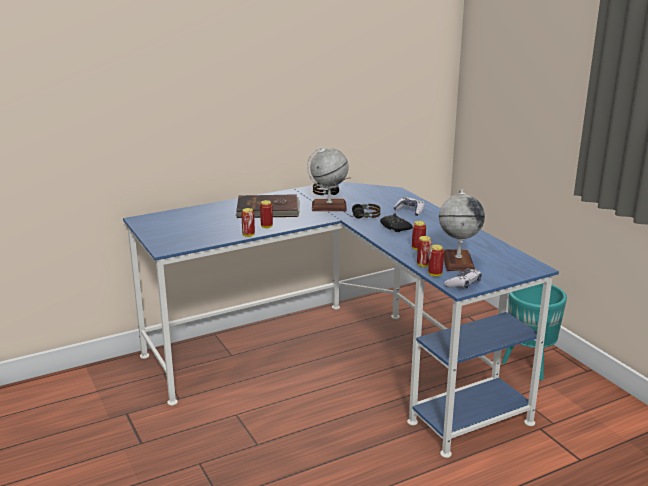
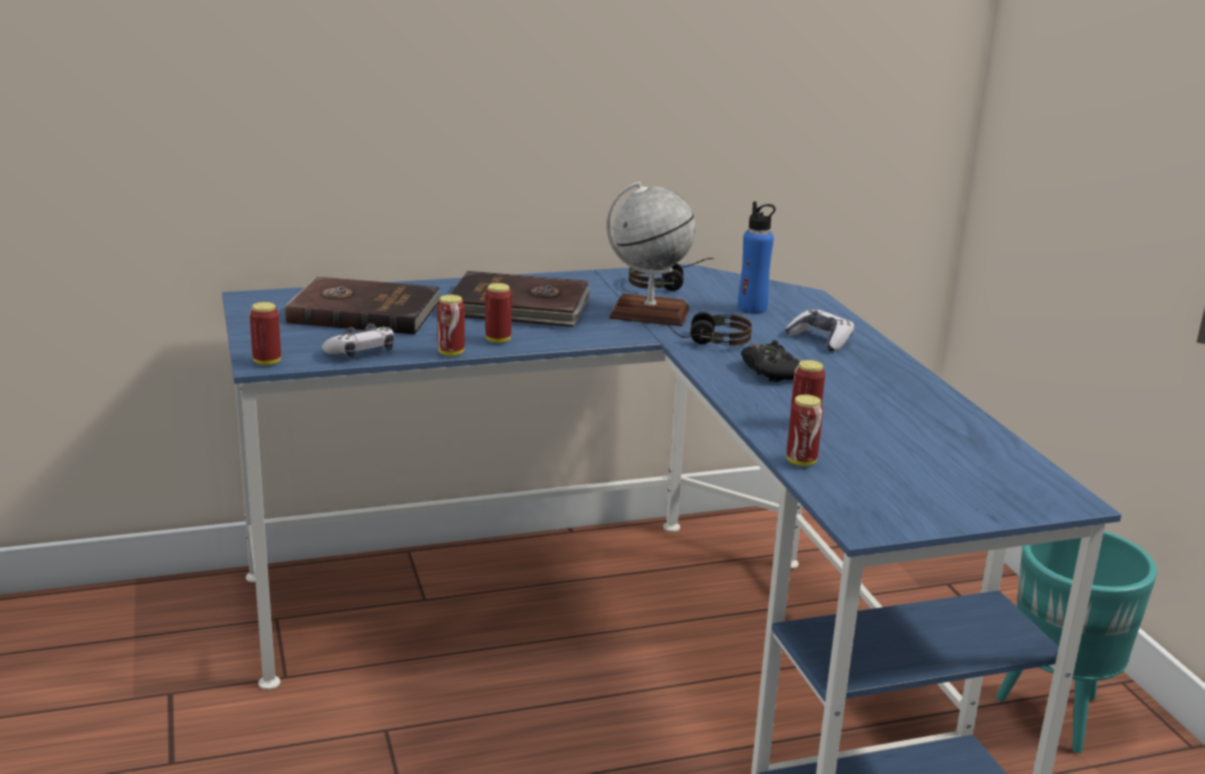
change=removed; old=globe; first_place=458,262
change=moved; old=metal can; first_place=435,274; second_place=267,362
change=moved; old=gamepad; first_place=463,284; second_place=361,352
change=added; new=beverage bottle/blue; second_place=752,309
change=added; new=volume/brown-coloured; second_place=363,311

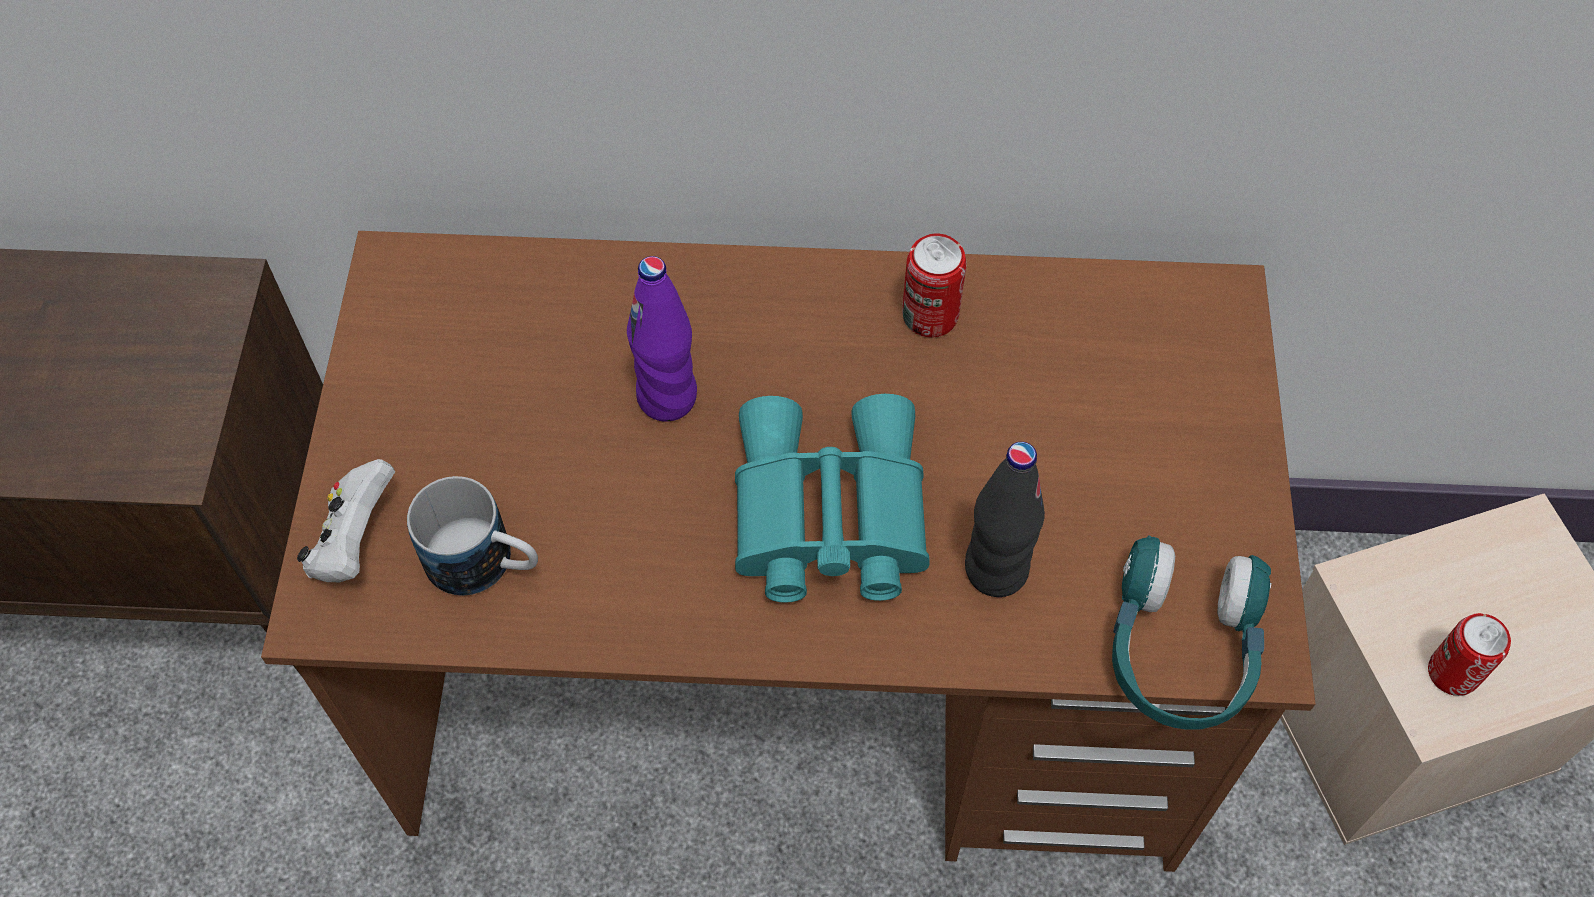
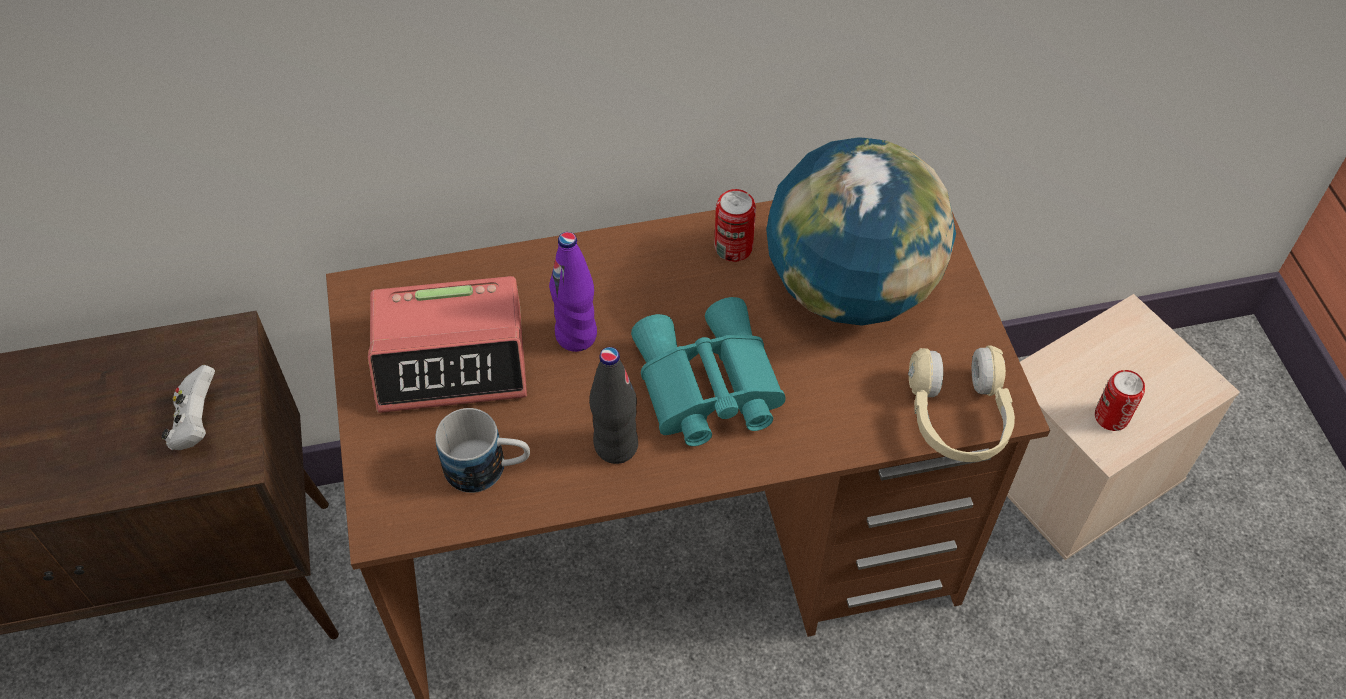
change=moved; old=beverage bottle/black; first_place=995,570; second_place=616,446
change=moved; old=gamepad/white; first_place=354,542; second_place=196,424
change=recoloured; old=headphones/blue-green; new=headphones/sand-coloured; first_place=1180,650; second_place=957,417
change=added; new=globe; second_place=850,288
change=added; new=alarm clock; second_place=452,357

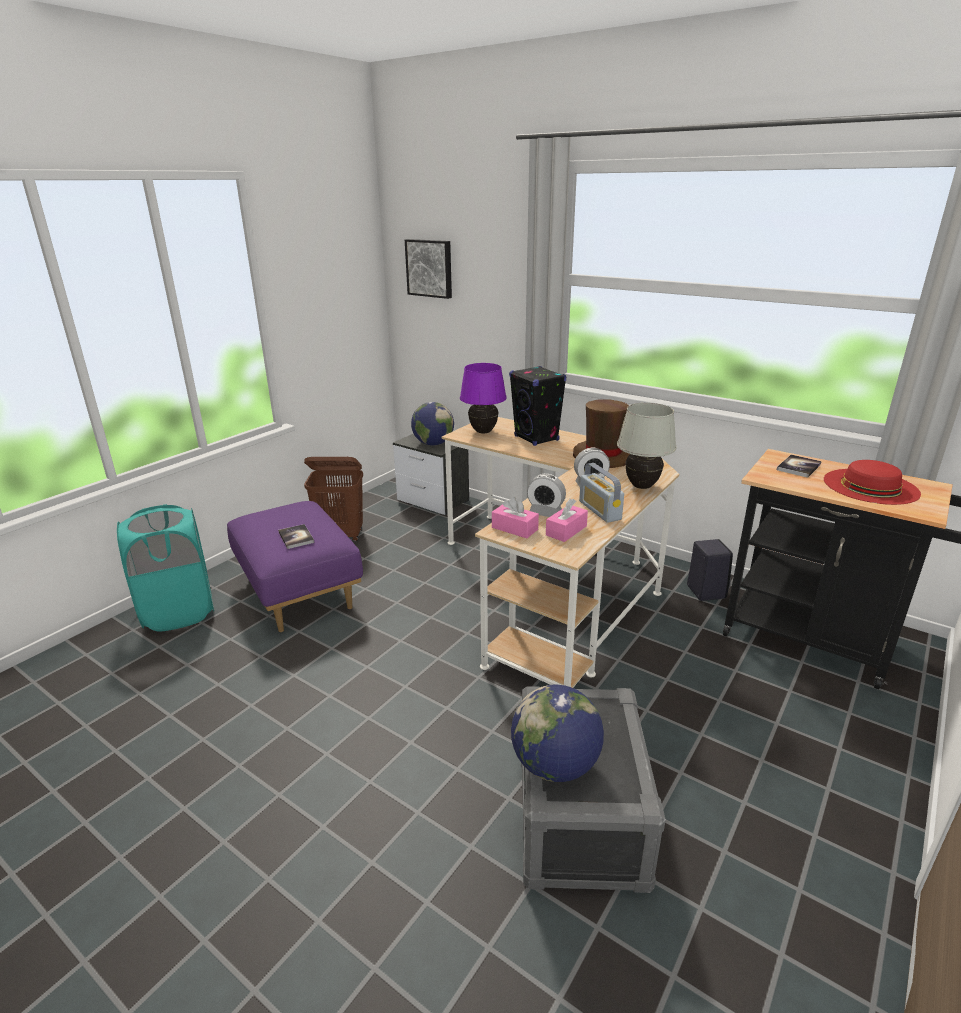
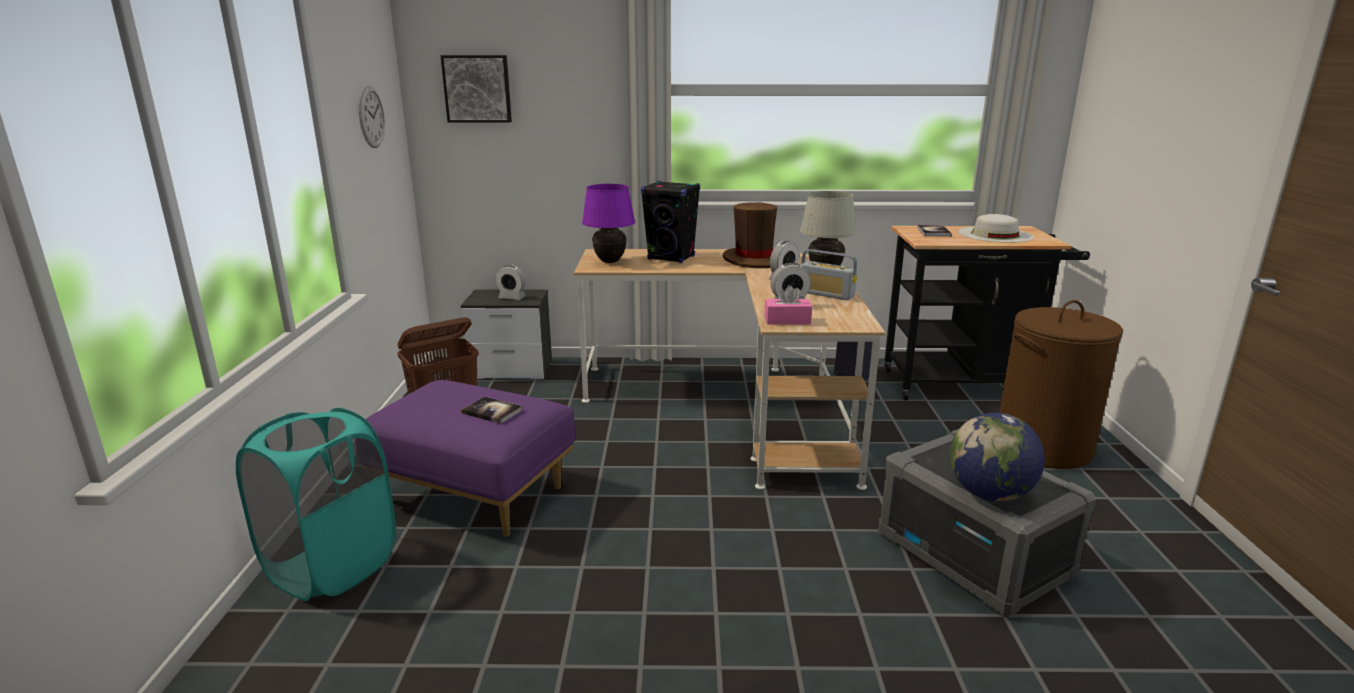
change=replaced; old=globe; new=alarm clock; first_place=433,444; second_place=512,298
change=recoloured; old=wearable hat/red-coloured; new=wearable hat/white; first_place=870,486; second_place=995,234
change=removed; old=tissue holder/pink; first_place=566,531
change=added; new=wall clock; second_place=371,117
change=added; new=laundry basket/brown-coloured; second_place=1043,447

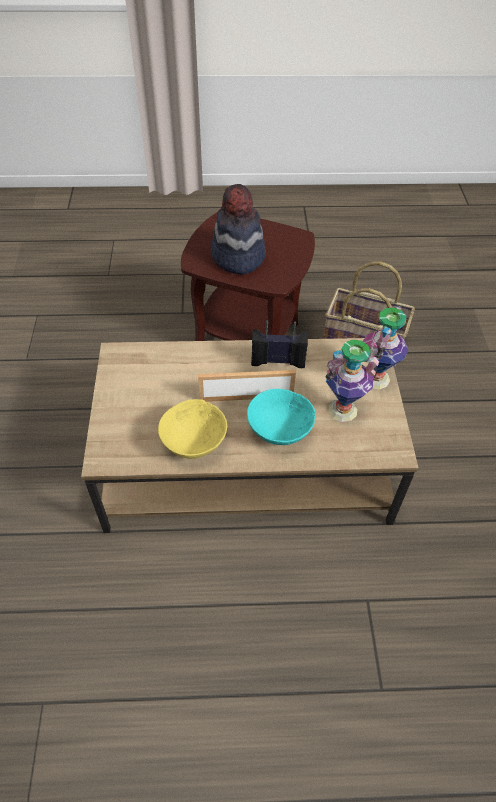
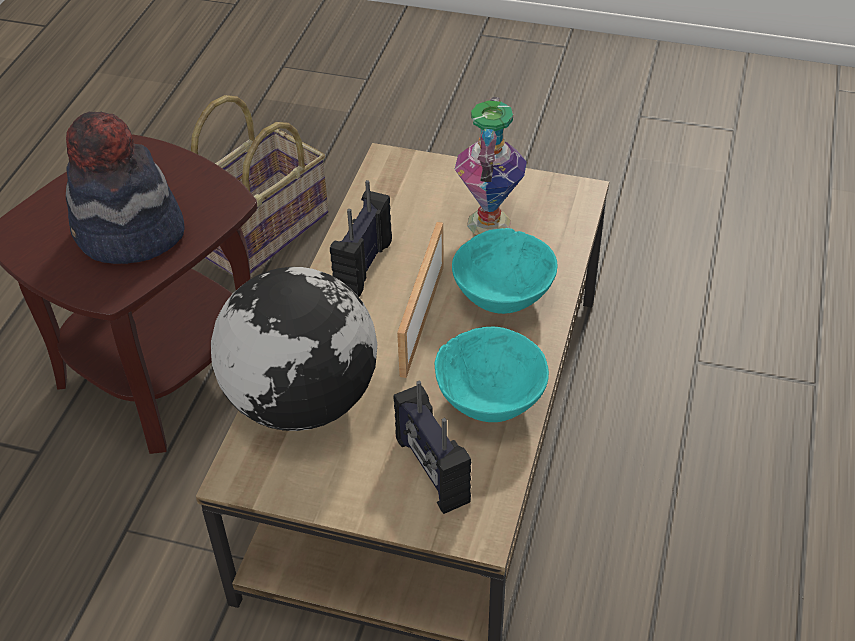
change=removed; old=decorative vase; first_place=376,379
change=recoloured; old=bowl/yellow-coloured; new=bowl/blue-green; first_place=194,444; second_place=492,401
change=added; new=globe; second_place=301,399
change=added; new=radio; second_place=431,470

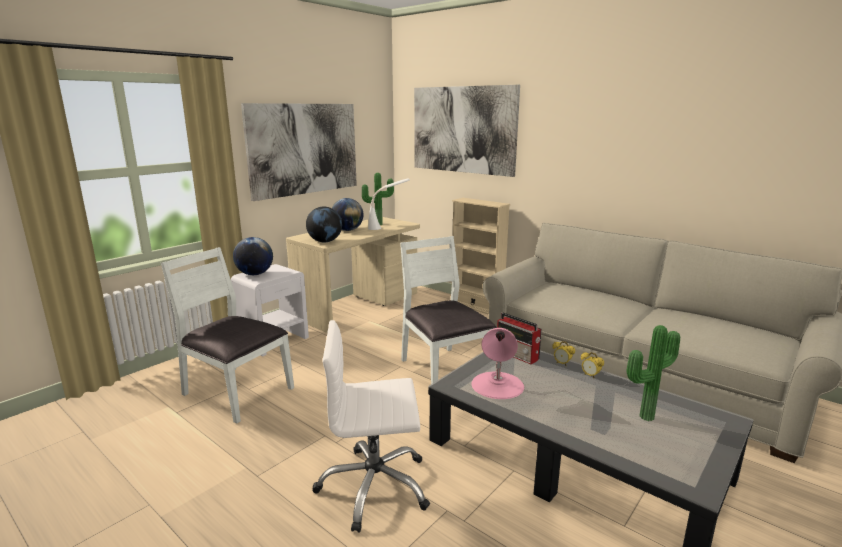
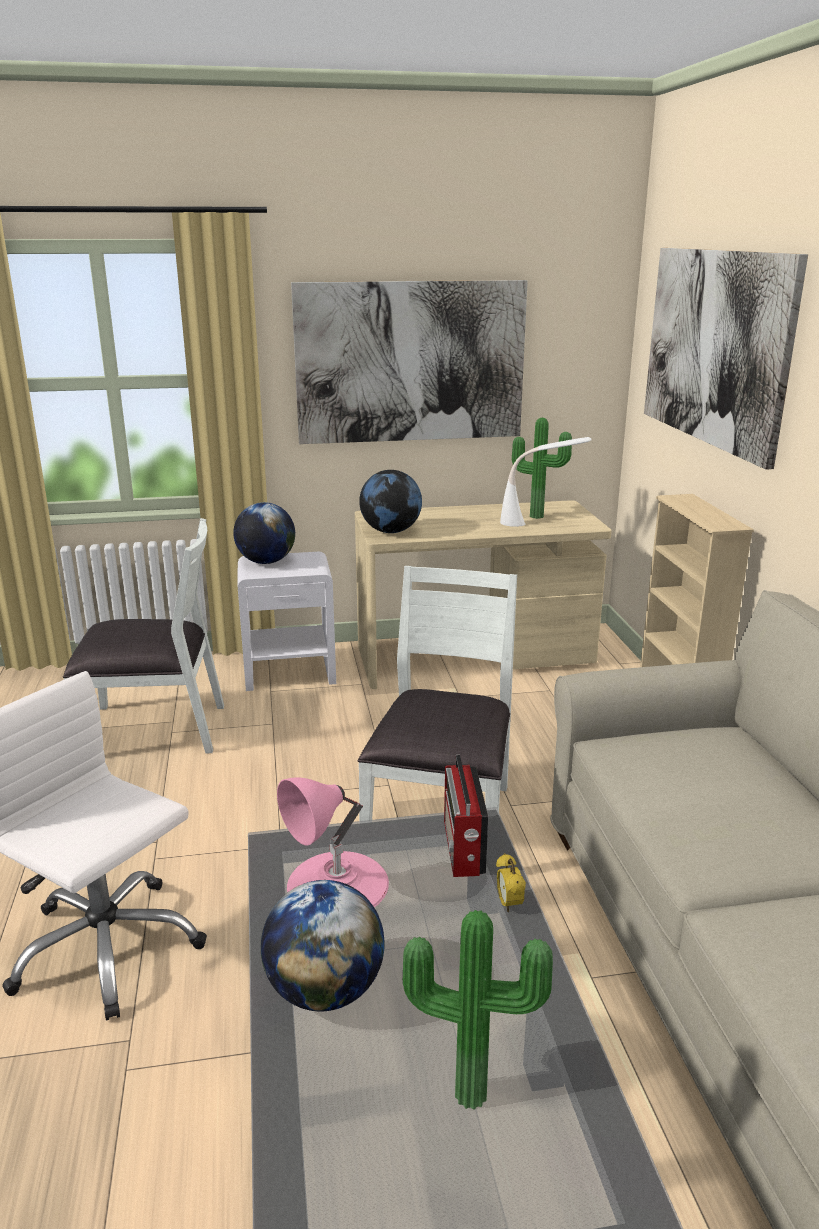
change=moved; old=globe; first_place=347,230; second_place=325,990
change=turned; old=plain chair/white; first_place=236,392; second_place=154,730; degrees=105
change=removed; old=alarm clock; first_place=590,376

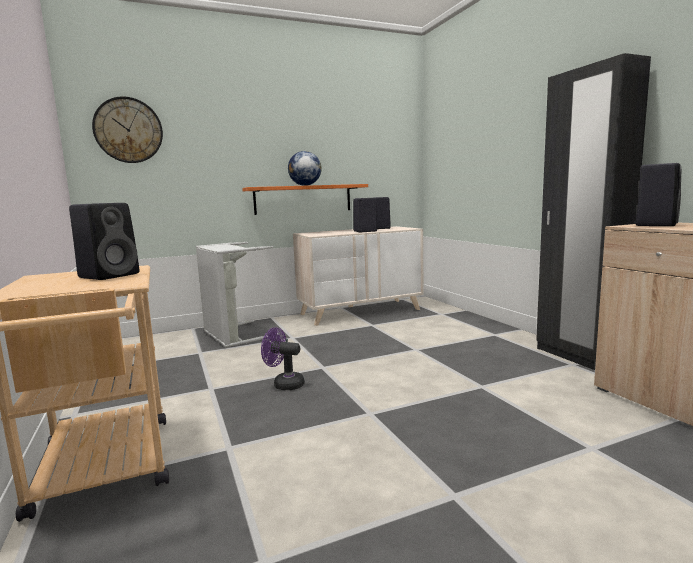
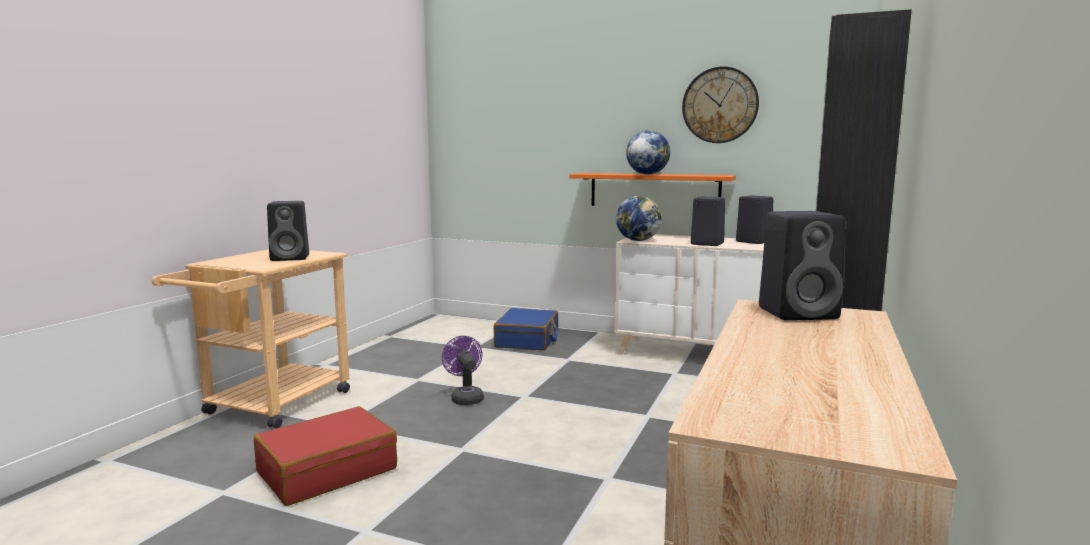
change=moved; old=wall clock; first_place=128,130; second_place=720,105
change=replaced; old=laundry basket/gray; new=piece of luggage/blue; first_place=232,336; second_place=527,340
change=added; new=globe; second_place=638,240
change=added; new=piece of luggage/red-coloured; second_place=327,470

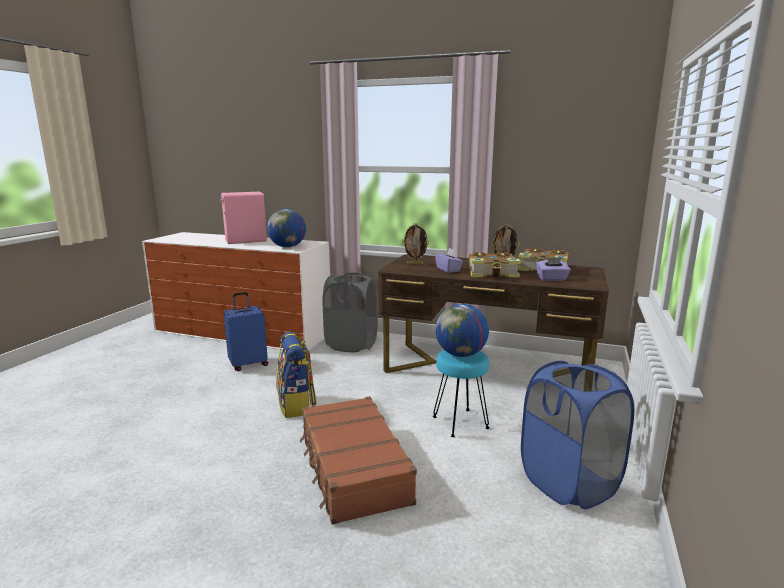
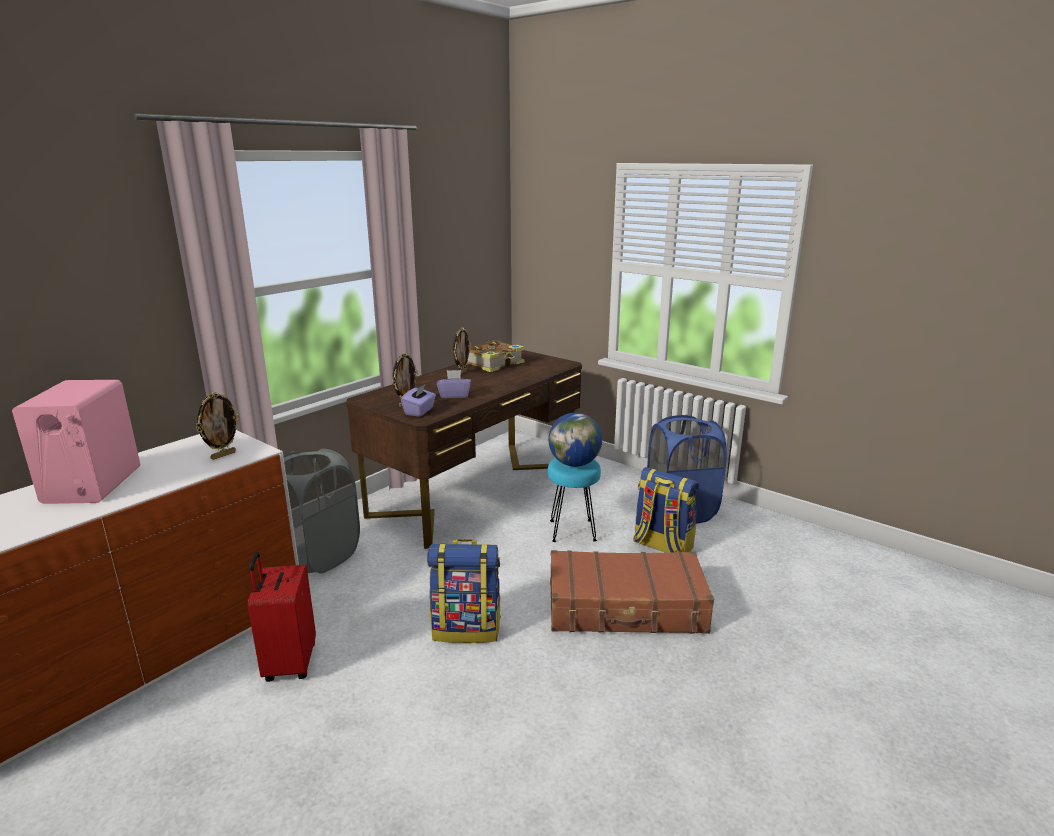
change=replaced; old=globe; new=standing frame; first_place=287,247; second_place=223,455
change=removed; old=volume; first_place=493,273
change=moved; old=tissue holder/purplish; first_place=552,279; second_place=419,411
change=recoloured; old=piece of luggage/blue; new=piece of luggage/red-coloured; first_place=248,364; second_place=289,664
change=added; new=rucksack; second_place=662,546

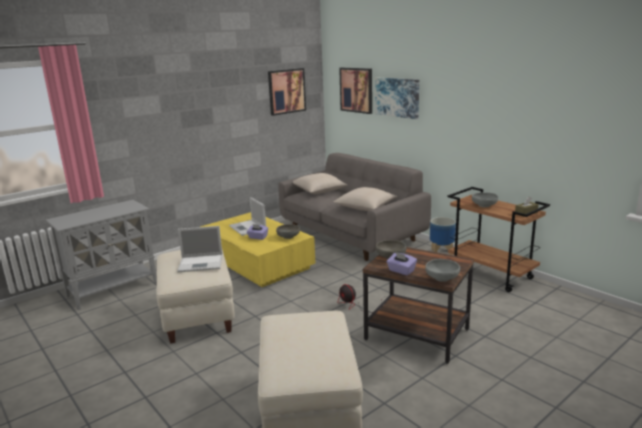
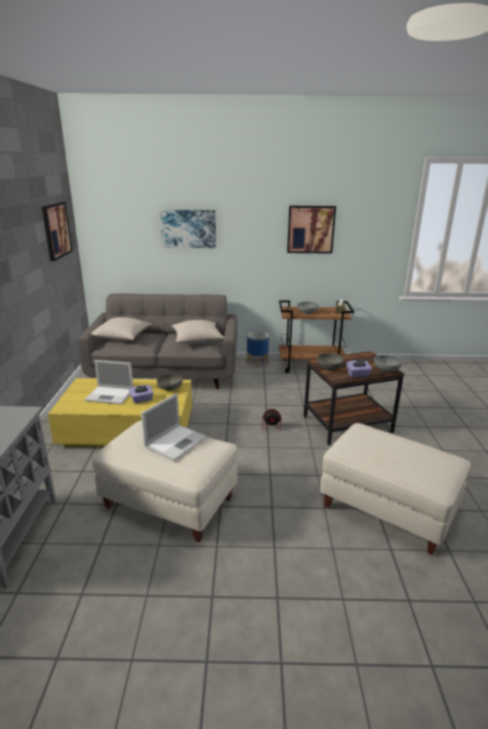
change=moved; old=picture; first_place=356,90; second_place=310,229

